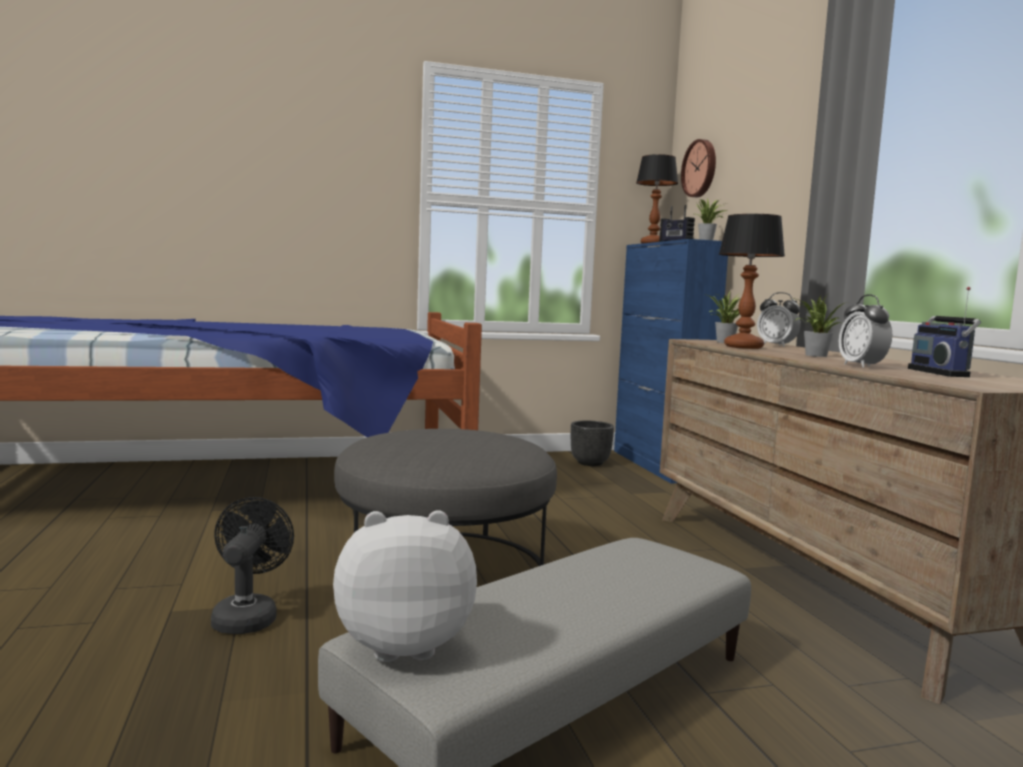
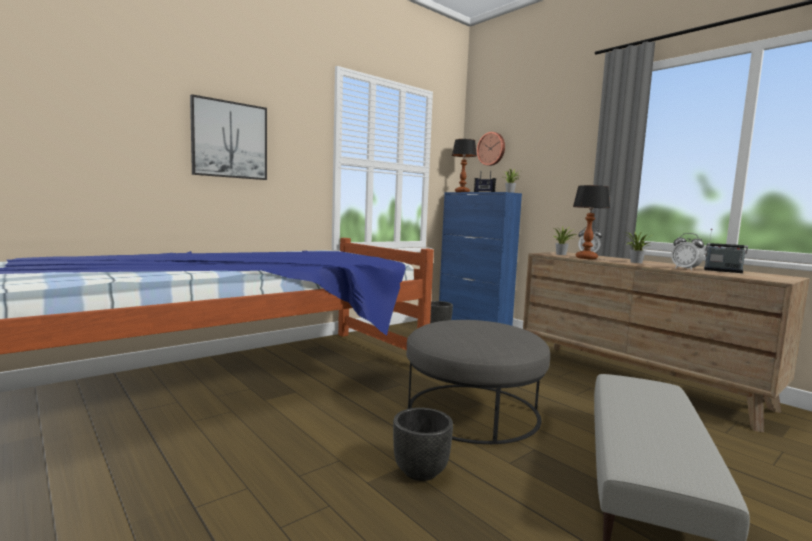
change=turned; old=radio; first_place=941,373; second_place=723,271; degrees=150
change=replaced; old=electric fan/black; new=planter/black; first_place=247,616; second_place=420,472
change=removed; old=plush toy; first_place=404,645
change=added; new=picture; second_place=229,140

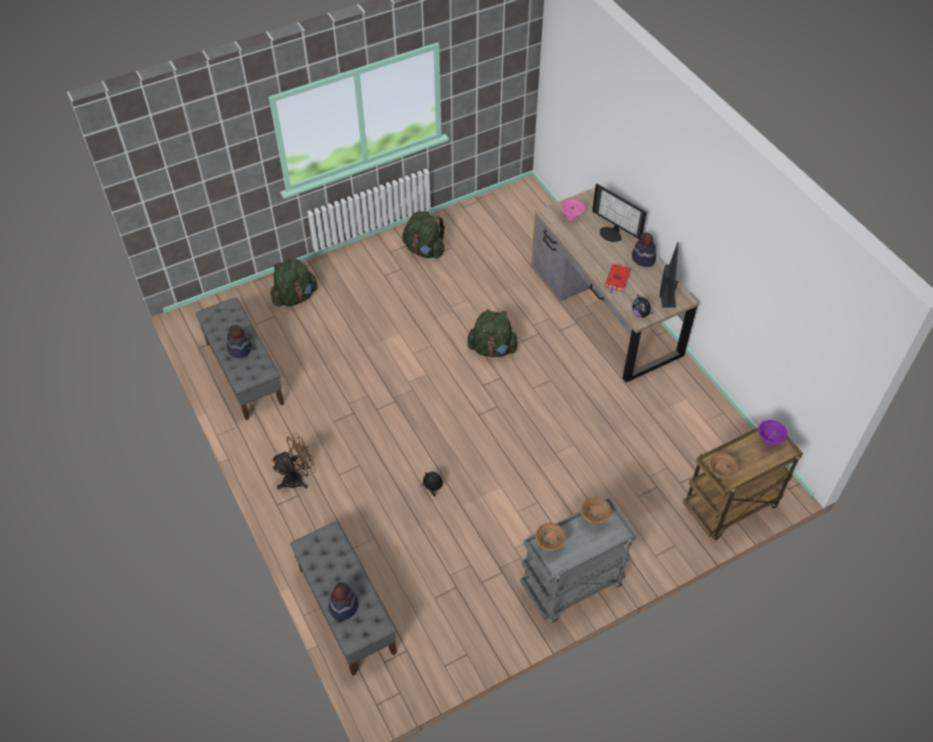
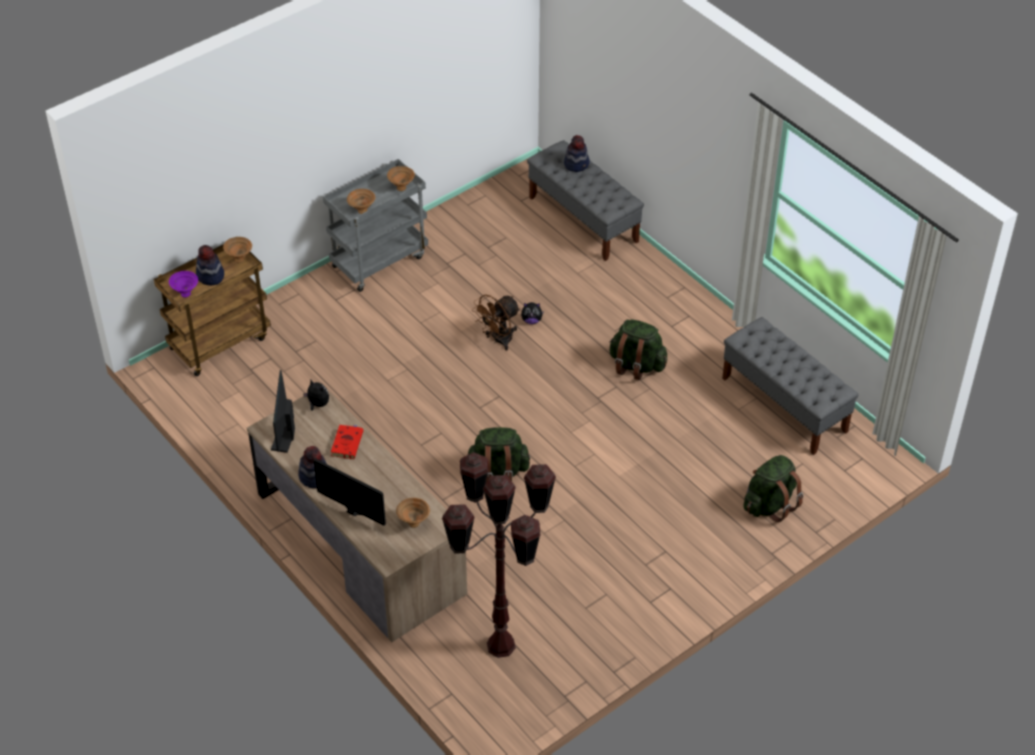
change=recoloured; old=bowl/pink; new=bowl/brown-coloured; first_place=571,218; second_place=413,523
change=moved; old=rucksack/greenish; first_place=424,250; second_place=636,365
change=moved; old=wearable hat; first_place=240,348; second_place=210,276
change=moved; old=electric fan/brown-coloured; first_place=298,478; second_place=498,340
change=added; new=floor lamp/brown-coloured; second_place=501,644

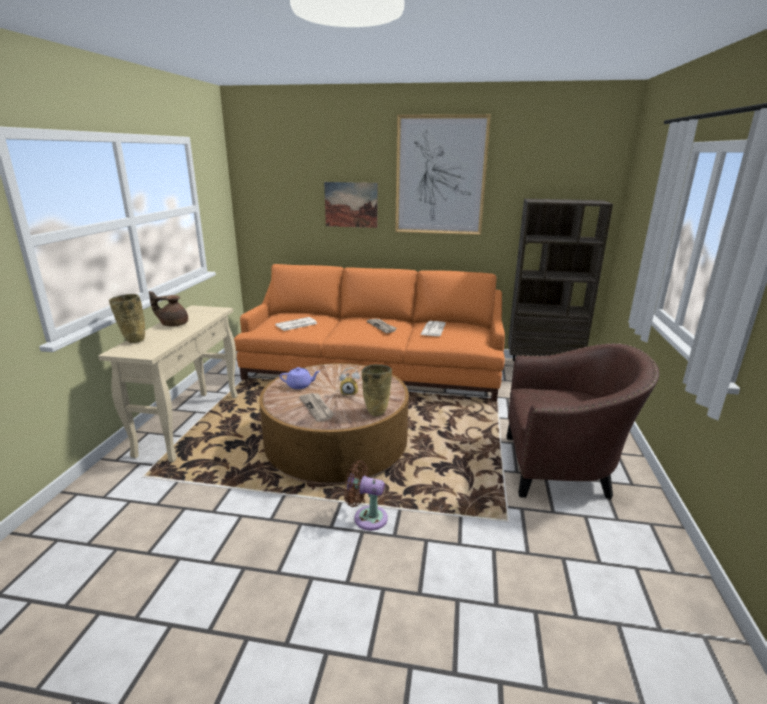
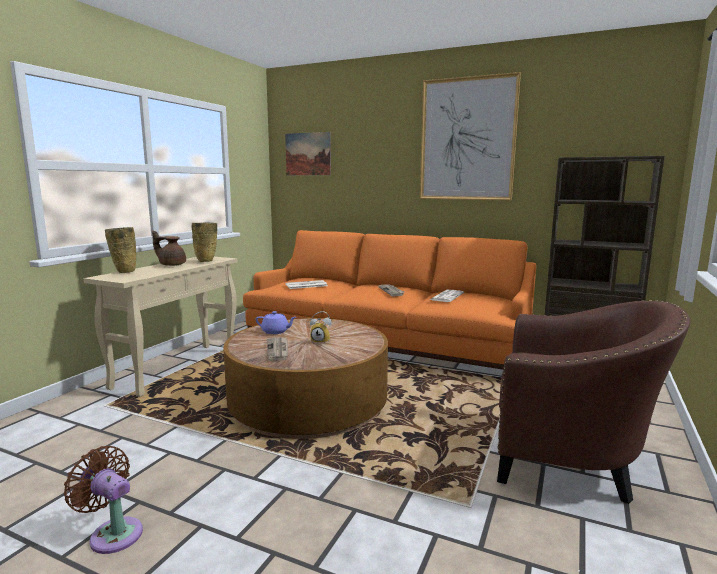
change=moved; old=picture; first_place=351,205; second_place=308,154
change=moved; old=decorative vase/sand-coloured; first_place=377,411; second_place=207,261
change=moved; old=electric fan/brown-coloured; first_place=367,517; second_place=113,533

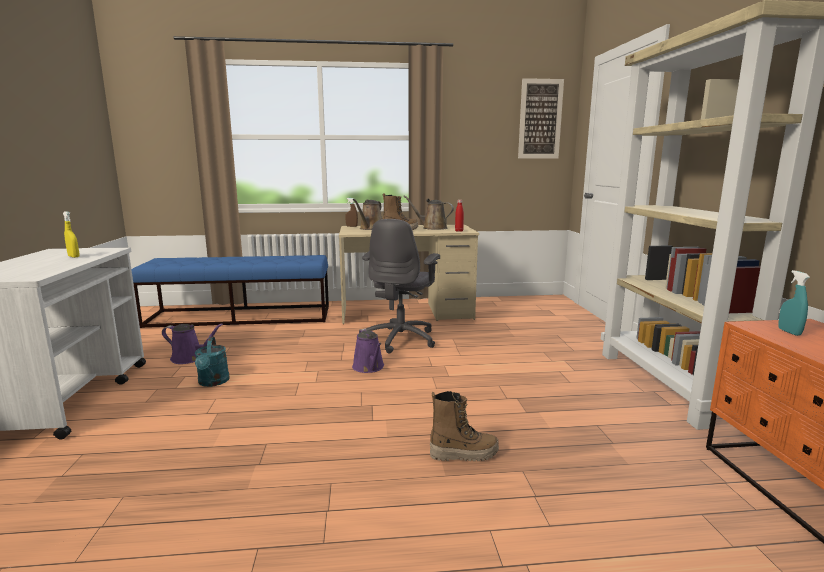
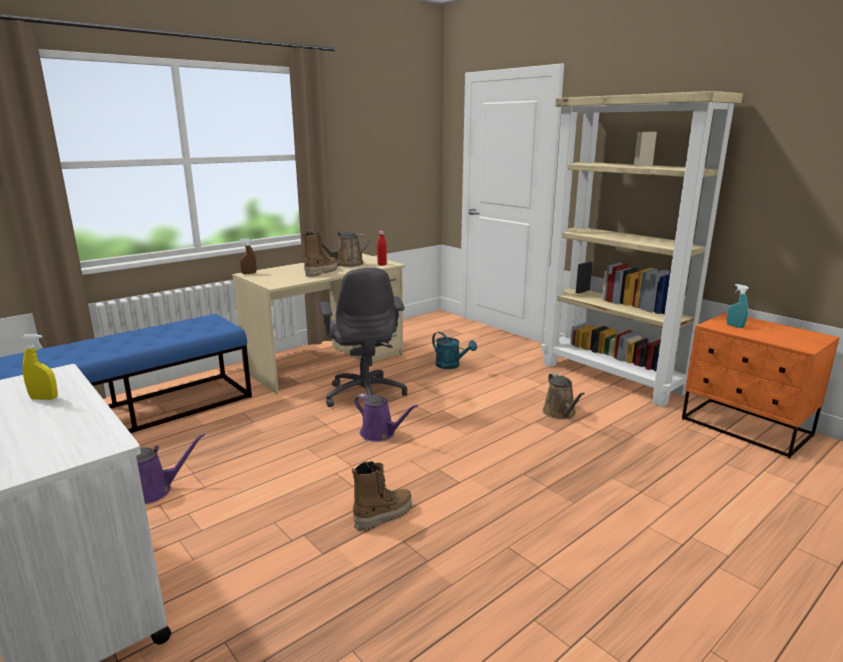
change=removed; old=picture; first_place=540,119
change=moved; old=watering can/brown-coloured; first_place=370,228; second_place=560,413
change=moved; old=watering can/blue-green; first_place=213,382; second_place=451,366
change=moved; old=high-top boot; first_place=464,454; second_place=383,516

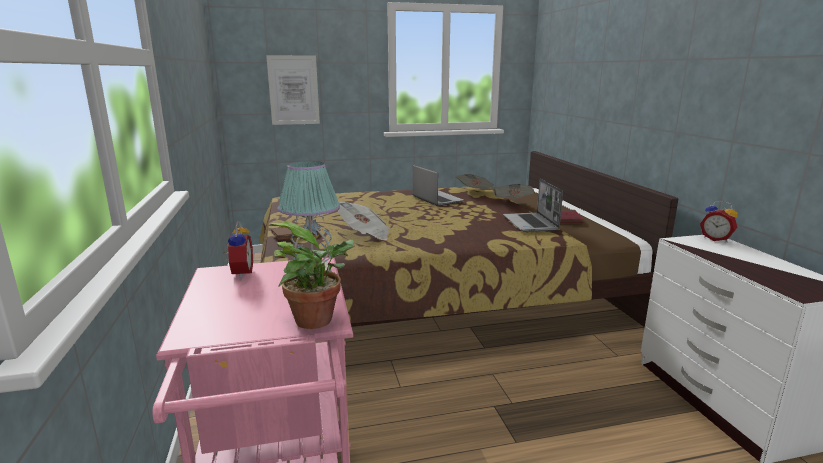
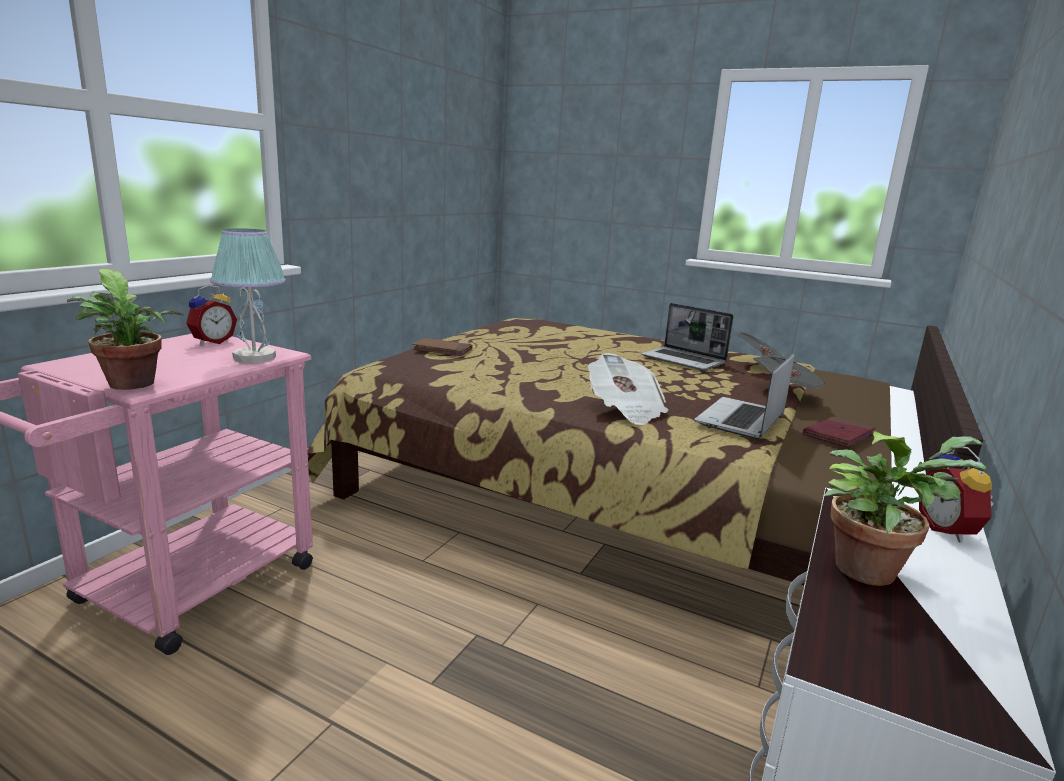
change=removed; old=picture; first_place=293,90
change=turned; old=portable computer; first_place=436,199; second_place=684,360; degrees=120
change=moved; old=daily paper; first_place=365,234; second_place=625,410
change=added; new=plant in a pot; second_place=869,567

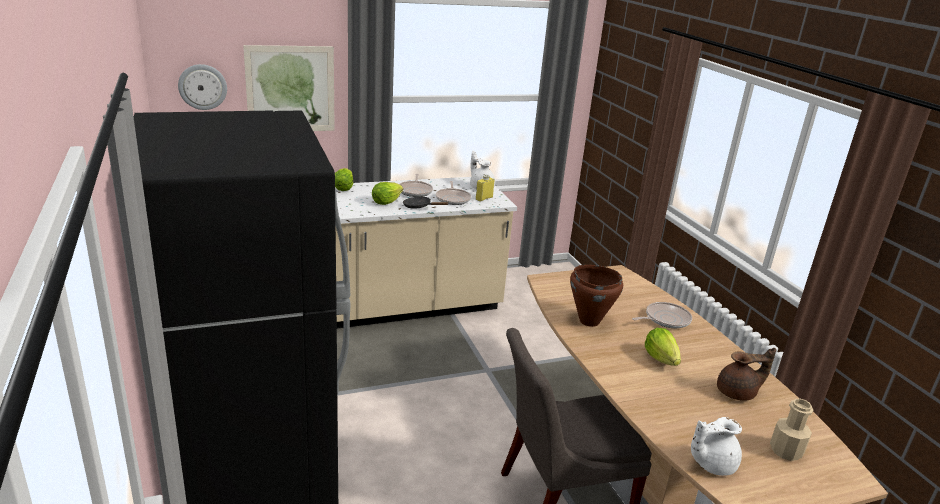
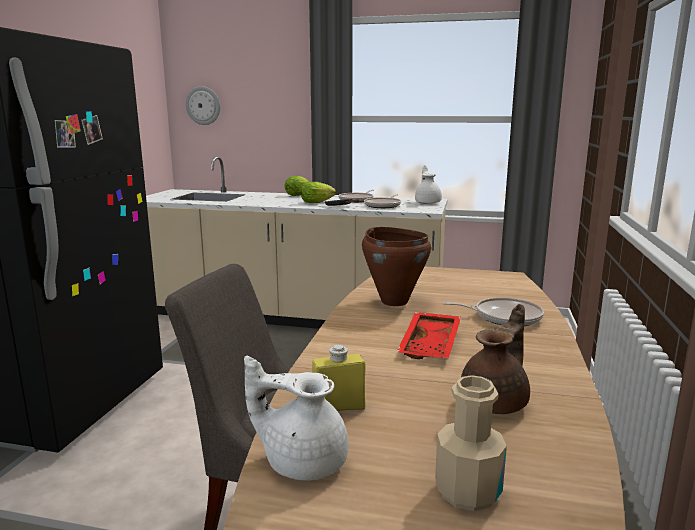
change=removed; old=picture; first_place=290,89
change=moved; old=beverage bottle/yellow-coloured; first_place=484,198; second_place=339,408
change=replaced; old=lettuce head; new=tray/red-coloured; first_place=661,358; second_place=431,345
change=turned; old=tea pot/brown-coloured; first_place=738,393; second_place=496,402; degrees=-75

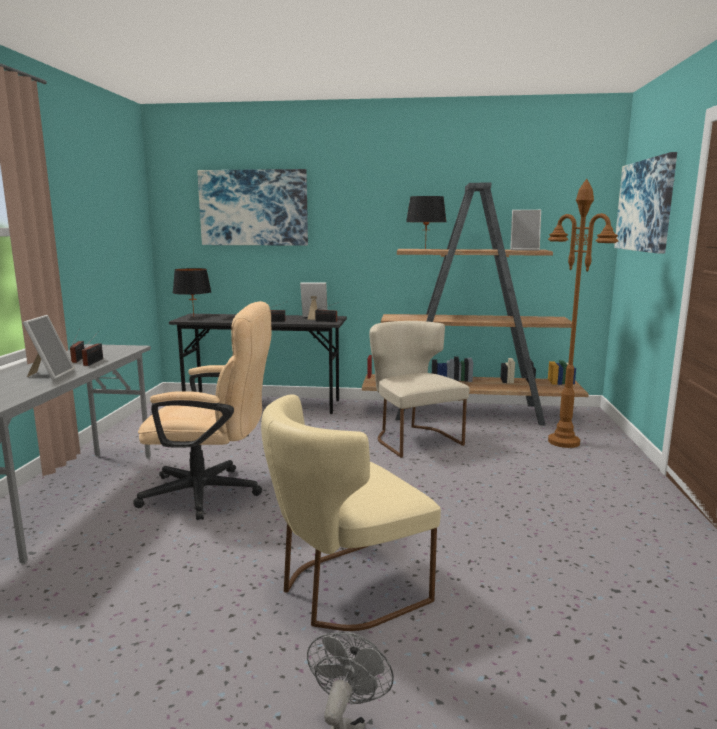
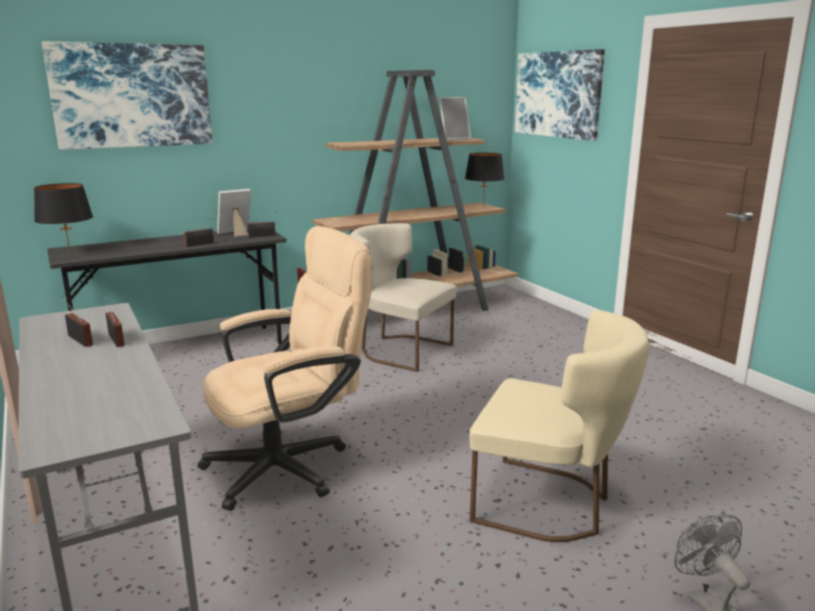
change=removed; old=floor lamp/brown-coloured; first_place=564,442
change=moved; old=tabletop lamp/black; first_place=425,249; second_place=483,204
change=removed; old=standing frame; first_place=50,374
change=turned; old=plain chair/sand-coloured; first_place=344,591; second_place=550,504; degrees=-90

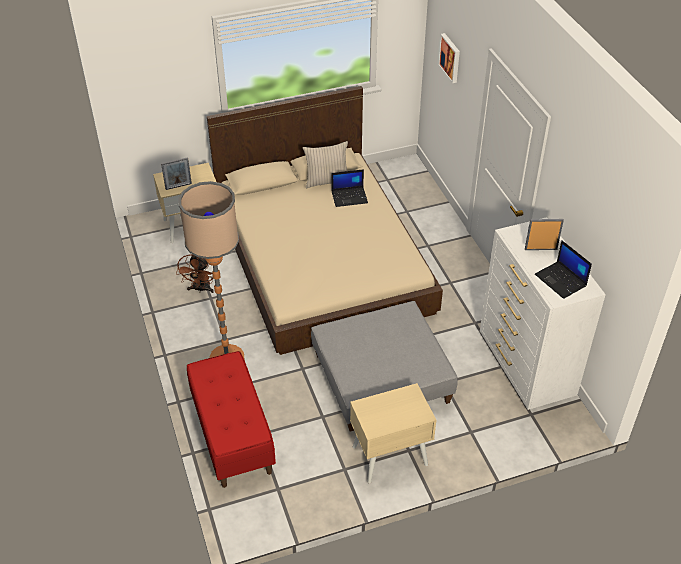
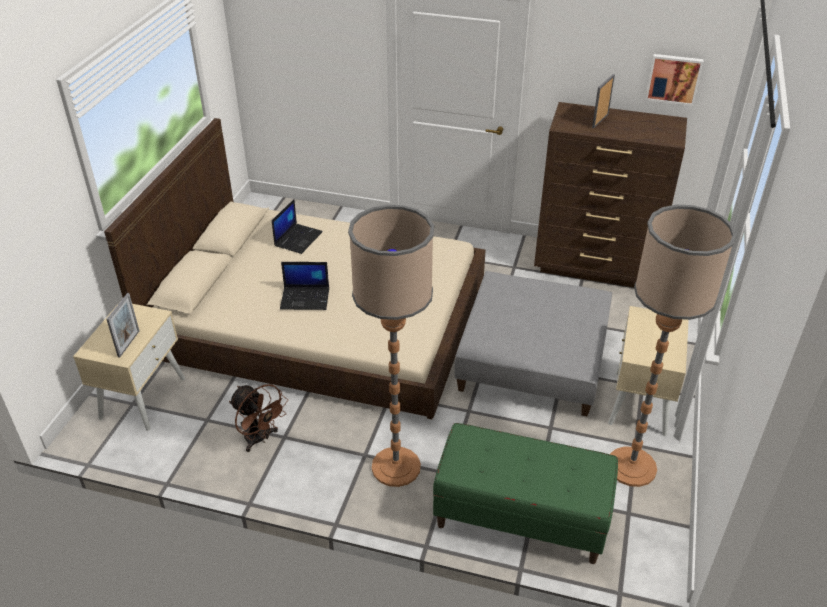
change=moved; old=picture; first_place=450,57; second_place=673,78
change=removed; old=cushion/sand-coloured; first_place=327,181
change=recoloured; old=drawer chest/white; new=drawer chest/brown-coloured; first_place=525,368; second_place=595,267
change=moved; old=portable computer; first_place=561,280; second_place=305,298
change=recoloured; old=long seat/red-coloured; new=long seat/greenish; first_place=232,435; second_place=520,518
change=added; new=floor lamp; second_place=631,467

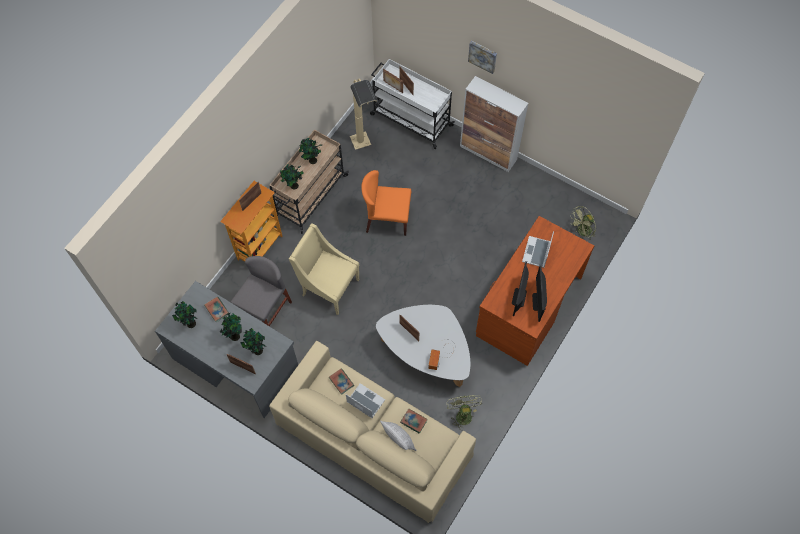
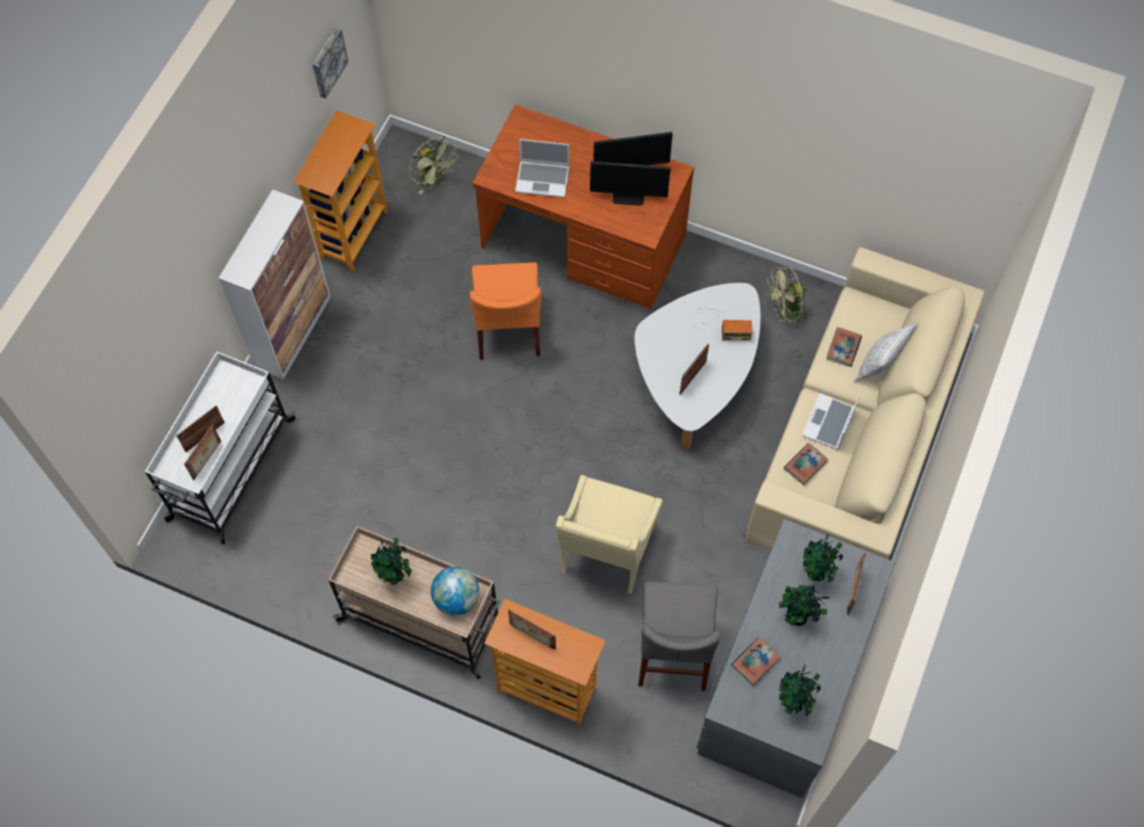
change=moved; old=picture; first_place=483,56; second_place=328,62
change=removed; old=floor lamp/sand-coloured; first_place=365,151
change=replaced; old=plant in a pot; new=globe; first_place=294,186; second_place=456,598
change=moved; old=plain chair/orange; first_place=387,219; second_place=508,327
change=turned; old=plain chair/gray; first_place=265,311; second_place=673,650; degrees=-105
change=added; new=bookshelf; second_place=353,234

